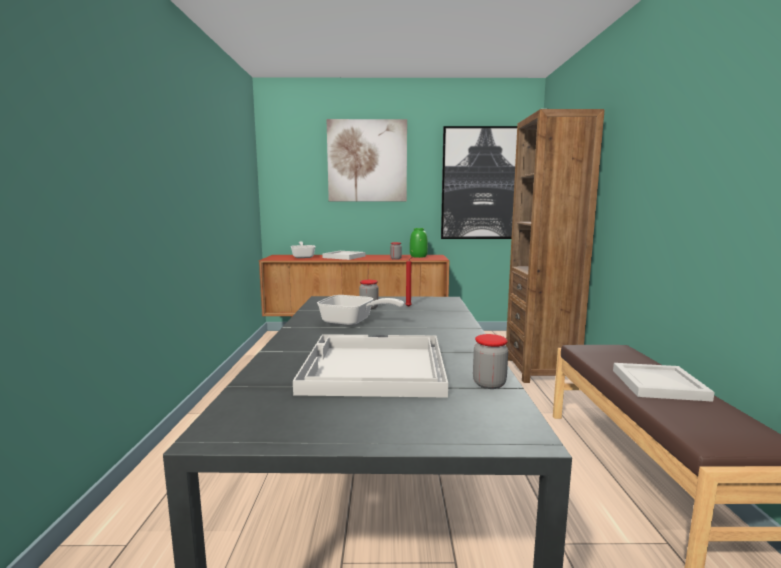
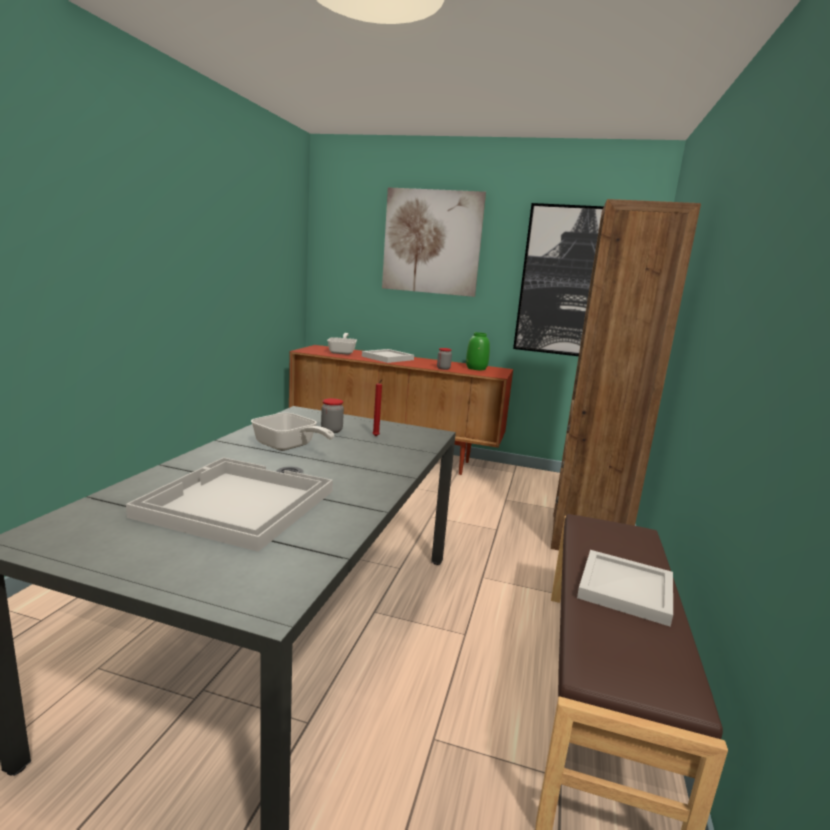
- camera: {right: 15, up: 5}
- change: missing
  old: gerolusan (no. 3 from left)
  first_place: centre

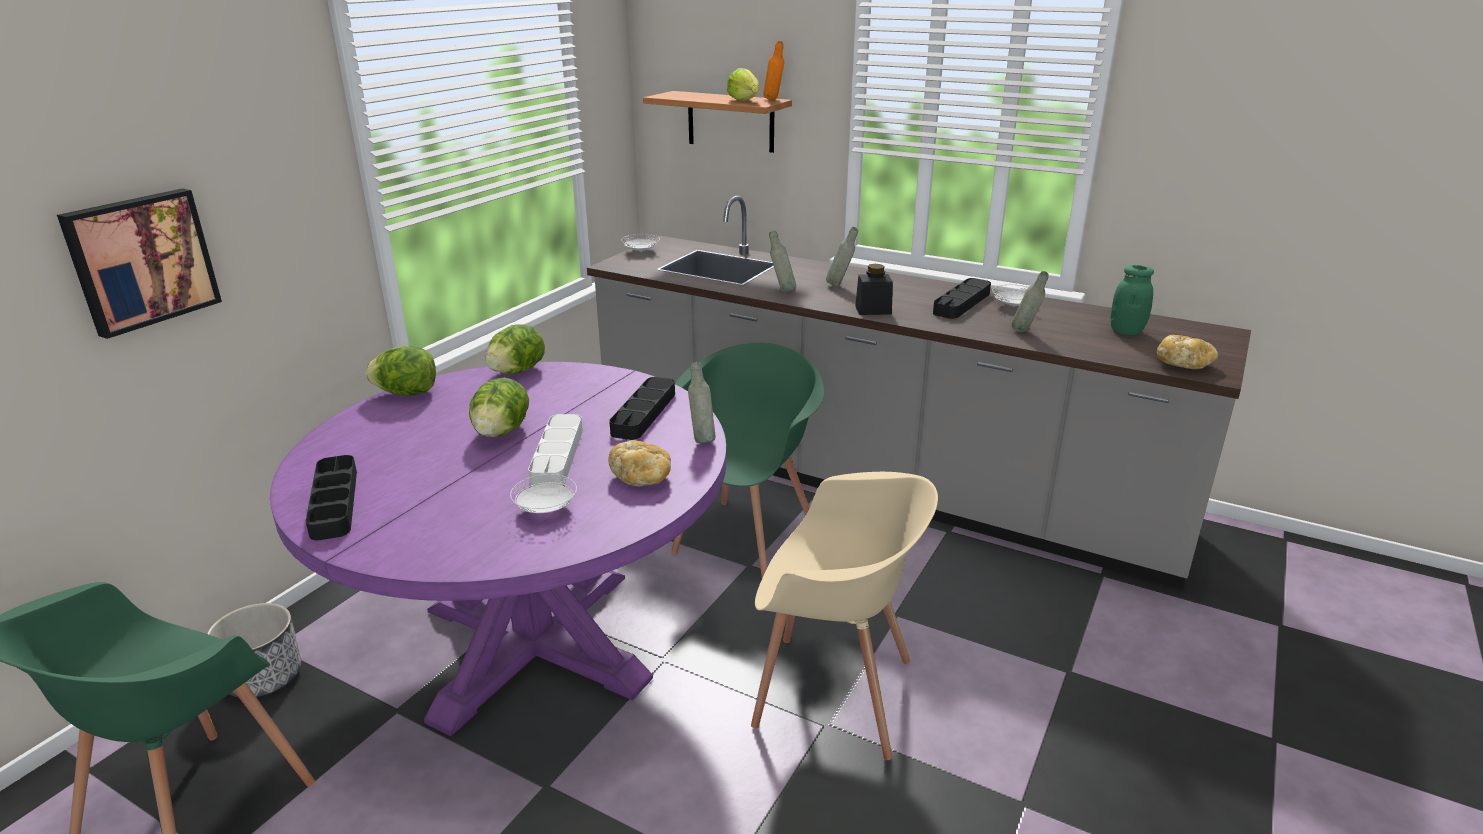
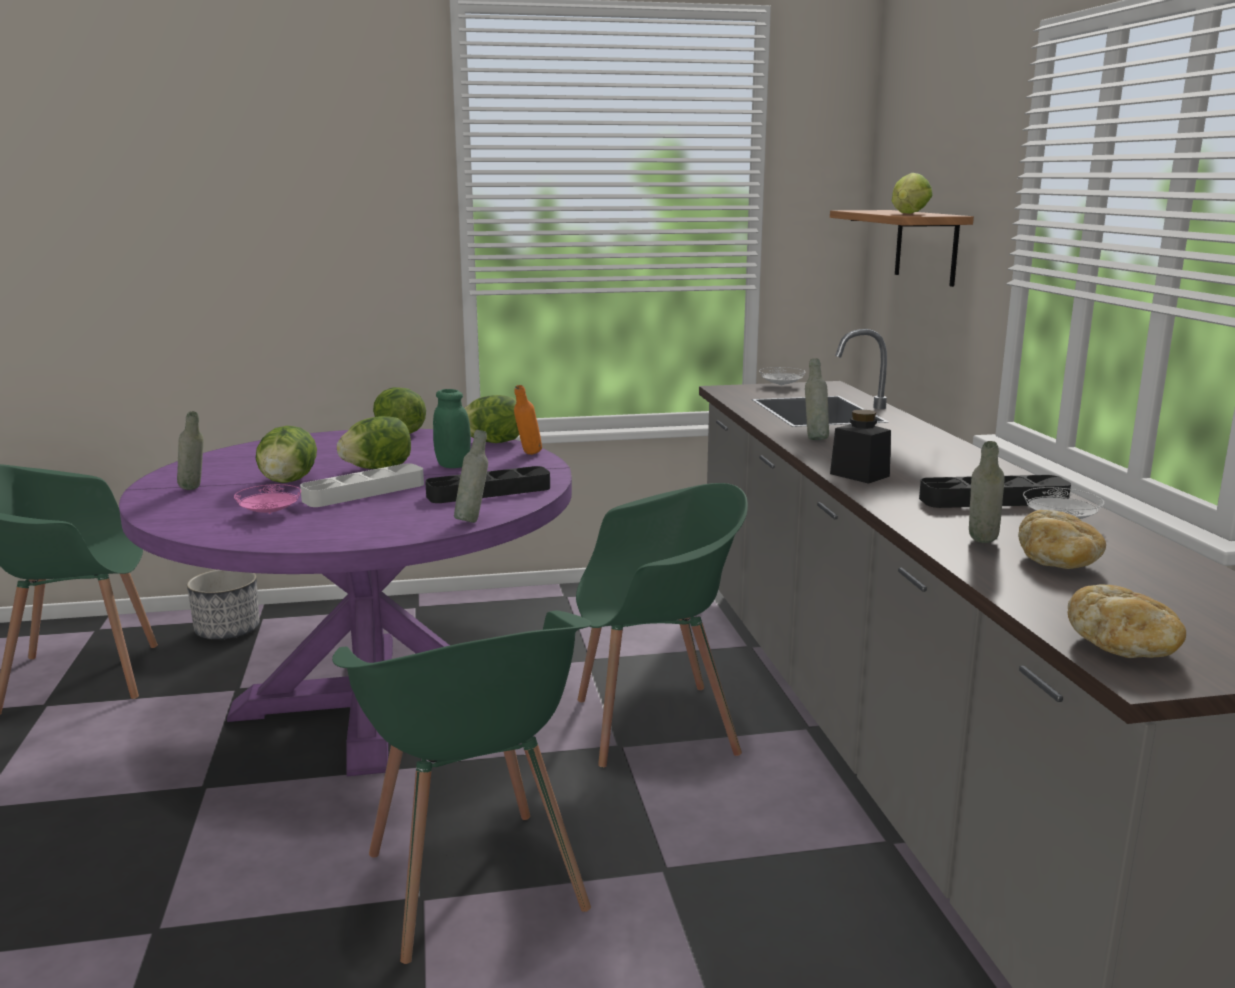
- camera: {right: 50, up: -10}
- change: missing
  old: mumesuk
  first_place: top left
- change: missing
  old: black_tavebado (no. 1 from left)
  first_place: middle left
- change: appeared
  new: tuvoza (no. 1 from left)
  second_place: middle left
- change: relocated
  old: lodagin (no. 1 from left)
  first_place: centre
  second_place: middle right
- change: relocated
  old: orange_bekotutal
  first_place: top centre
  second_place: centre
- change: relocated
  old: grey_bekotutal (no. 3 from left in the first image)
  new: grey_bekotutal (no. 1 from left)
  first_place: top centre
  second_place: middle left
- change: relocated
  old: green_gerolusan
  first_place: middle right
  second_place: centre
- change: colour
  old: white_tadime (no. 1 from left)
  new: pink_tadime
  first_place: centre
  second_place: middle left
- change: colour
  old: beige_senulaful
  new: green_senulaful (no. 2 from left)
  first_place: bottom centre
  second_place: bottom centre

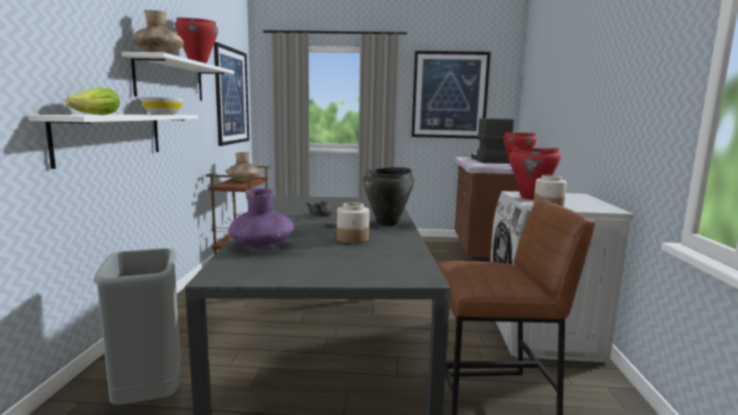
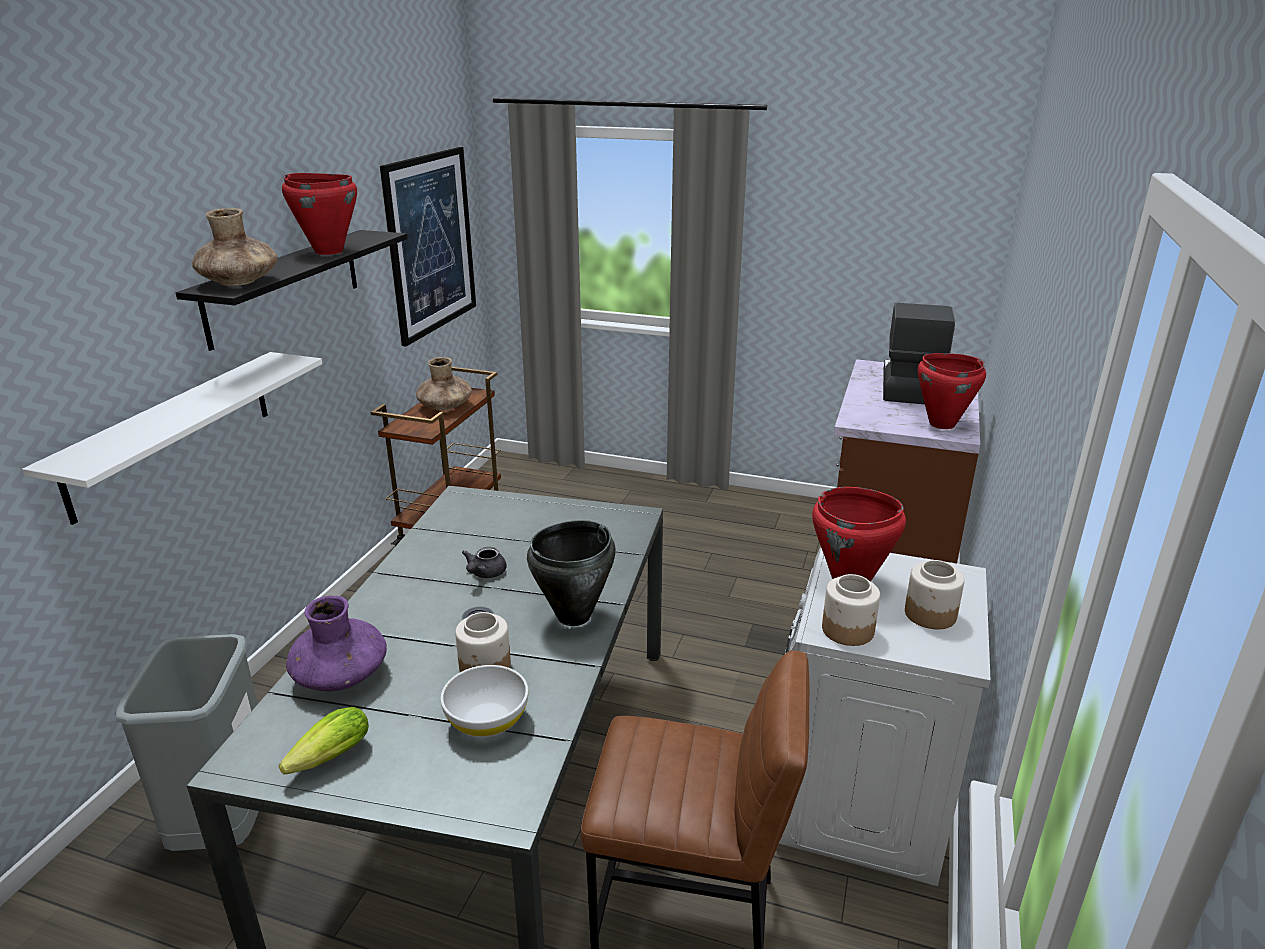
- camera: {right: 15, up: 15}
- change: missing
  old: mumesuk (no. 2 from left)
  first_place: top centre
- change: appeared
  new: gerolusan (no. 3 from left)
  second_place: middle right
- change: relocated
  old: tuvoza
  first_place: top left
  second_place: bottom left
- change: relocated
  old: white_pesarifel
  first_place: top left
  second_place: bottom centre
- change: colour
  old: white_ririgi (no. 2 from left)
  new: black_ririgi
  first_place: top left
  second_place: top left

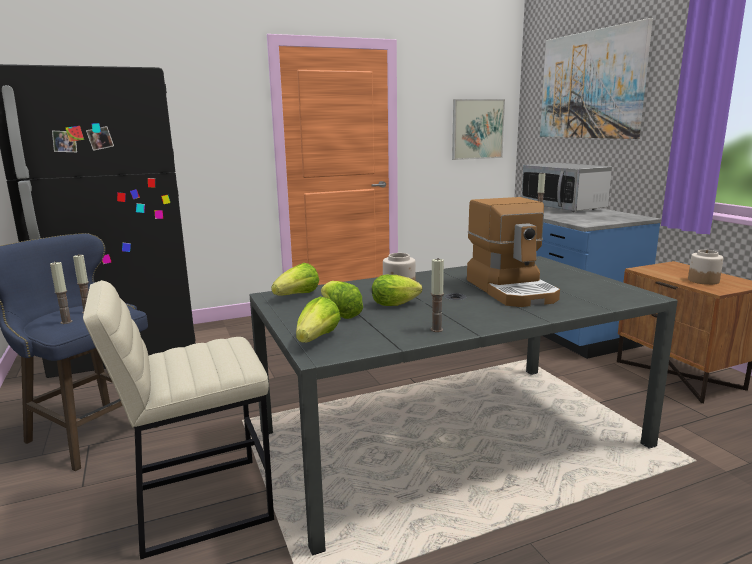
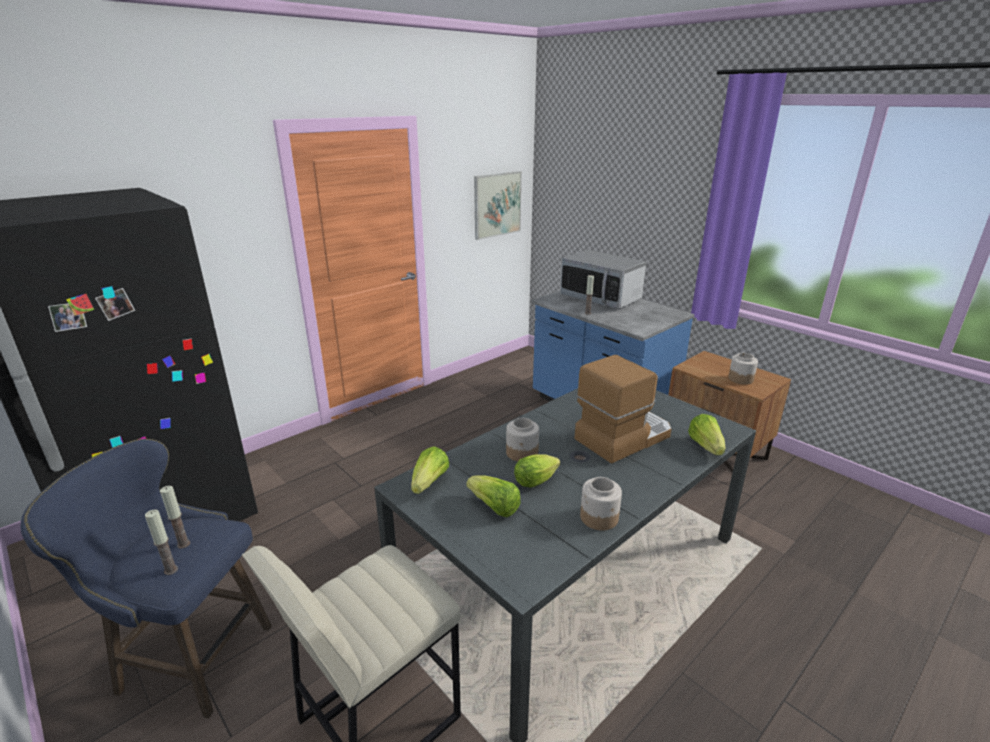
- camera: {right: -20, up: 10}
- change: missing
  old: mumesuk (no. 2 from left)
  first_place: top right
- change: relocated
  old: tuvoza (no. 2 from left in the first image)
  new: tuvoza (no. 4 from left)
  first_place: centre
  second_place: middle right
- change: exchanged
  old: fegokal (no. 3 from left)
  new: gerolusan (no. 2 from left)
  first_place: centre
  second_place: bottom centre
- change: spun
  old: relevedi
  first_place: middle right
  second_place: centre
  degrees: -90

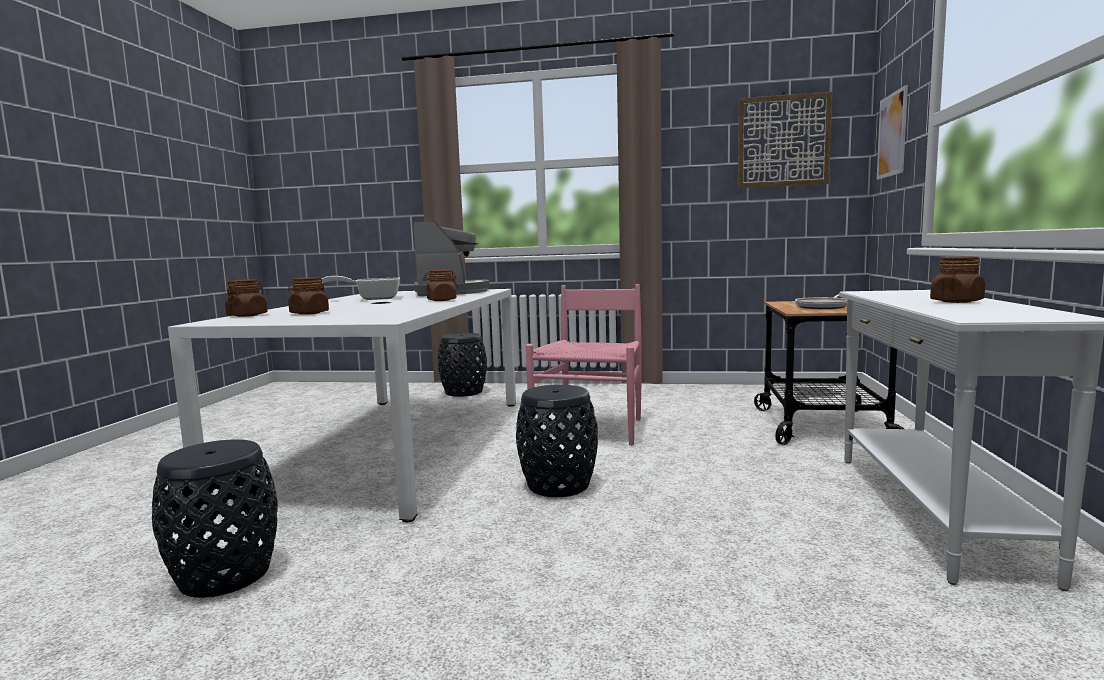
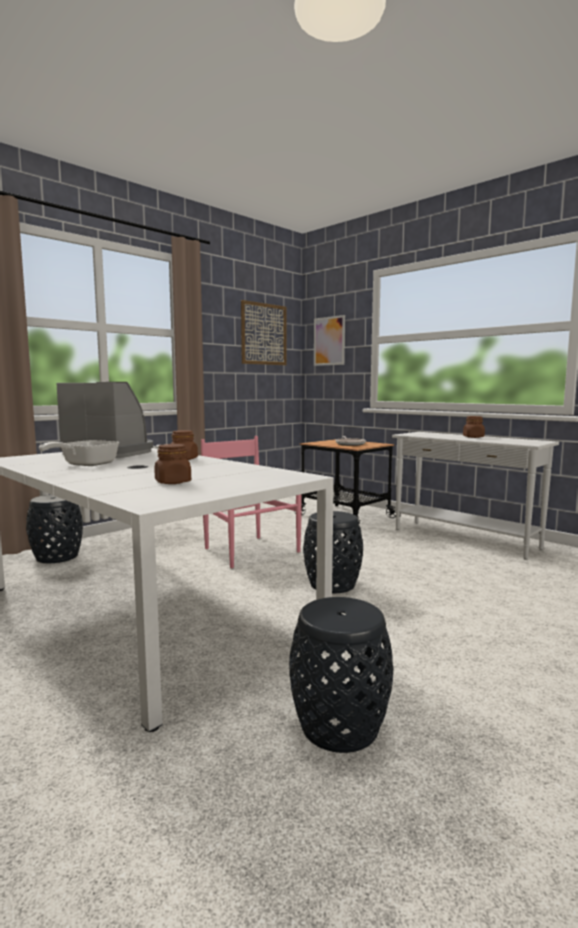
- camera: {right: -55, up: 0}
- change: missing
  old: brown_gerolusan (no. 1 from left)
  first_place: middle left

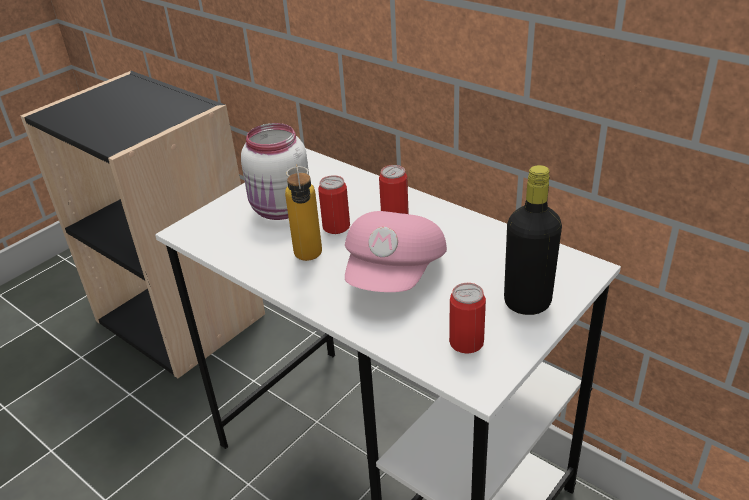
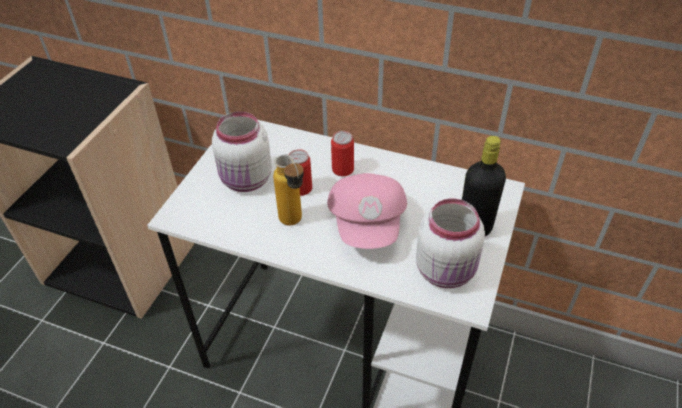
- camera: {right: -20, up: 10}
- change: exchanged
  old: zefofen (no. 3 from left)
  new: white_gerolusan (no. 2 from left)
  first_place: centre
  second_place: centre

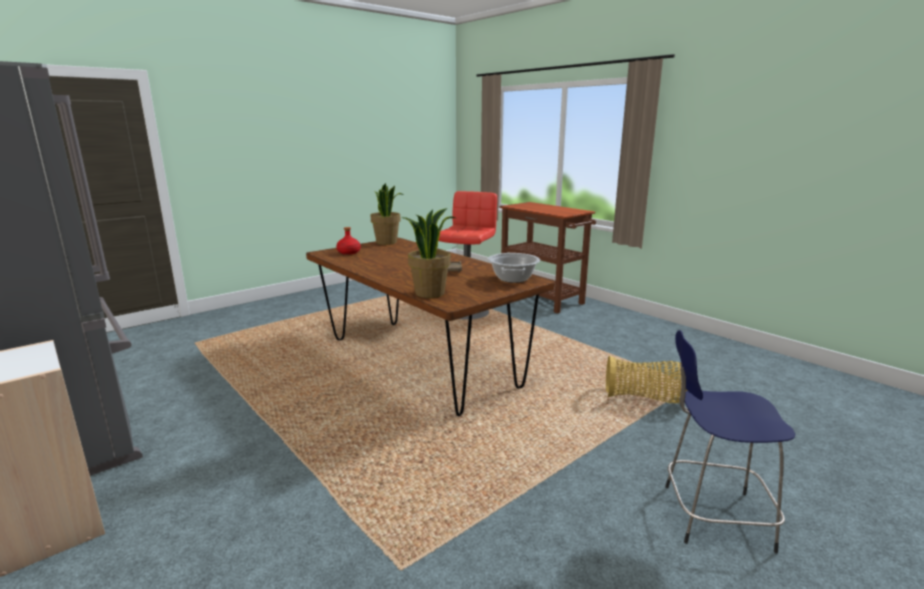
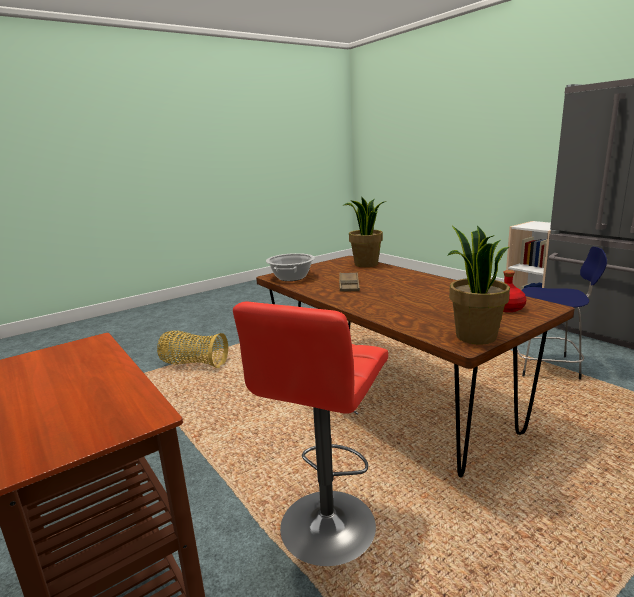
- camera: {right: -175, up: 0}
- change: relocated
  old: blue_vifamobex
  first_place: bottom right
  second_place: middle right

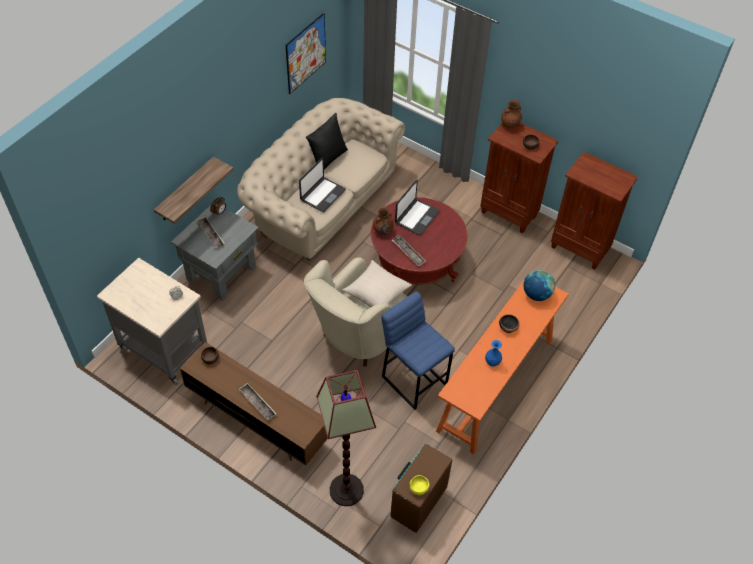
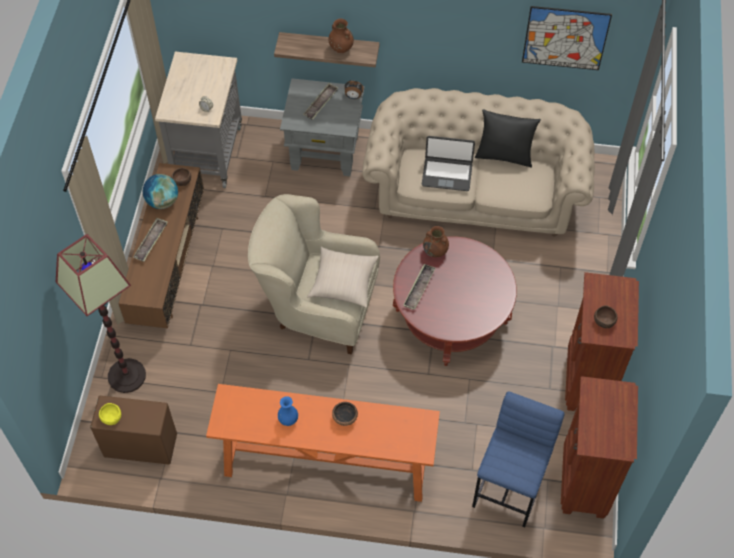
- camera: {right: 65, up: 5}
- change: missing
  old: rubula (no. 2 from left)
  first_place: centre
- change: relocated
  old: blue_vifamobex
  first_place: centre
  second_place: bottom right
- change: relocated
  old: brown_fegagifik (no. 2 from left in the first image)
  new: brown_fegagifik (no. 1 from left)
  first_place: top right
  second_place: top centre
- change: relocated
  old: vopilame
  first_place: middle right
  second_place: middle left

